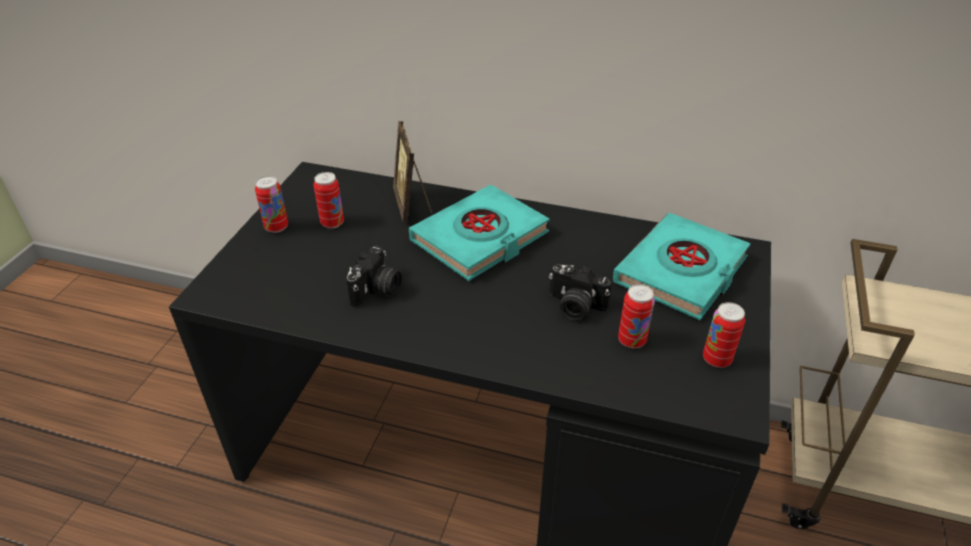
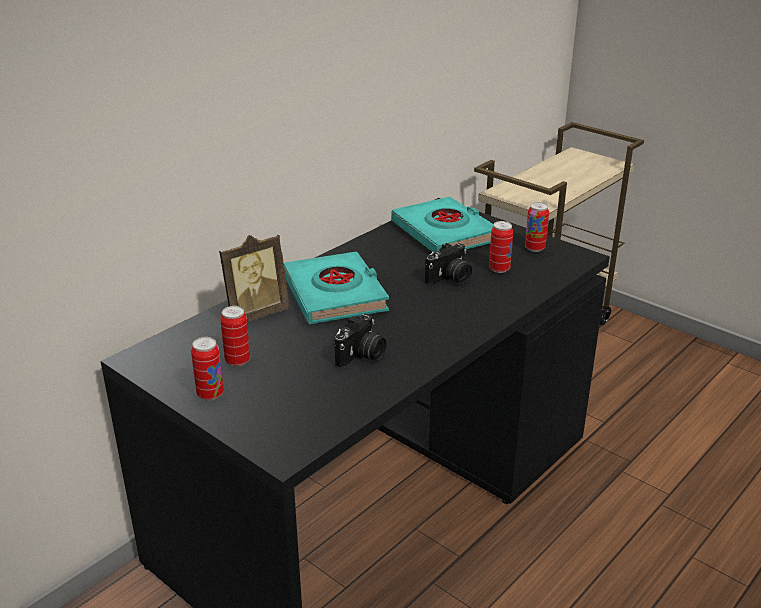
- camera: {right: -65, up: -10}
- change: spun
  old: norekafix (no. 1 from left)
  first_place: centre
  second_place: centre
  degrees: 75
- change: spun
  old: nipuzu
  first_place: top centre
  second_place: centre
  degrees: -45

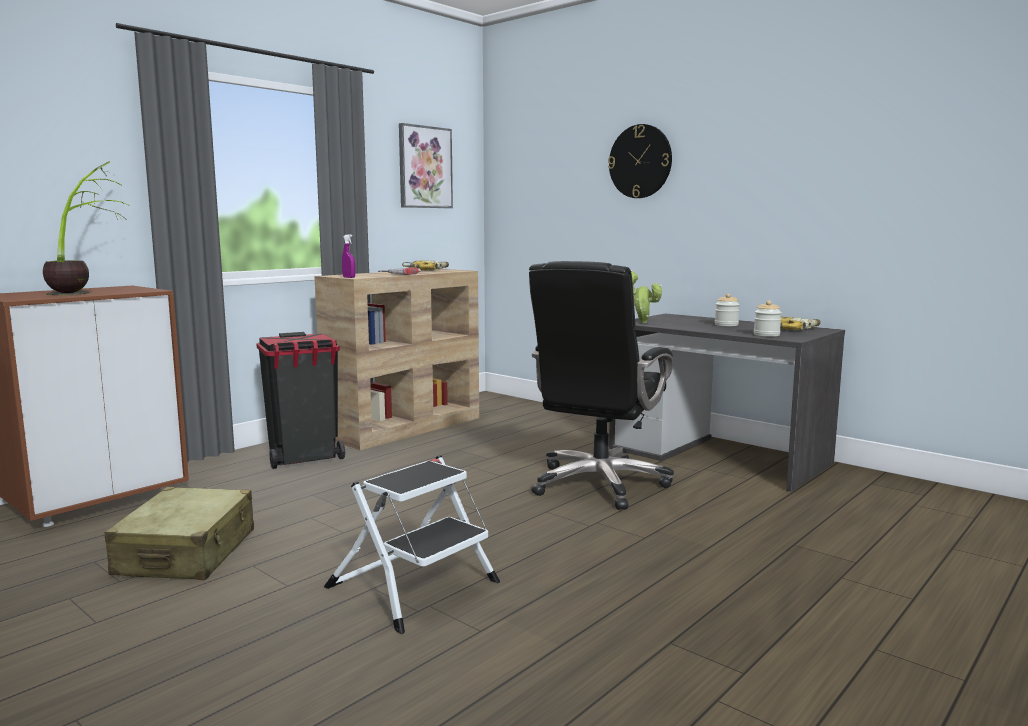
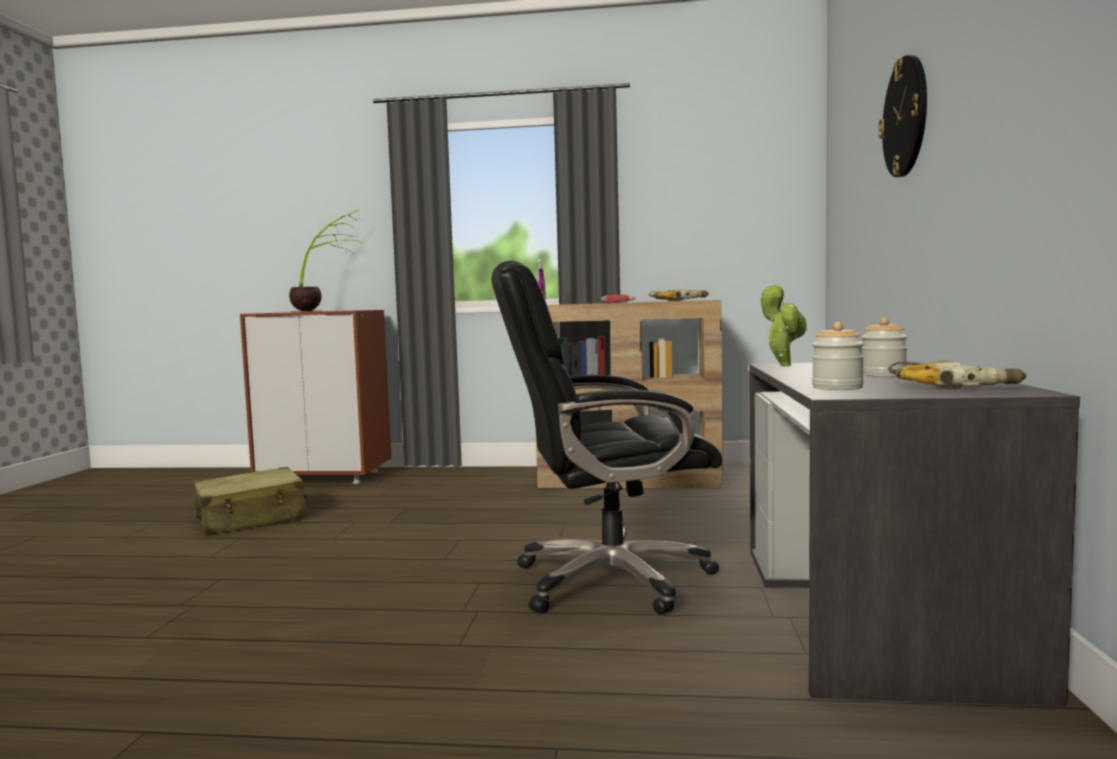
- camera: {right: 55, up: -5}
- change: missing
  old: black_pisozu
  first_place: middle left
- change: missing
  old: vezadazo
  first_place: bottom centre
- change: missing
  old: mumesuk
  first_place: top centre

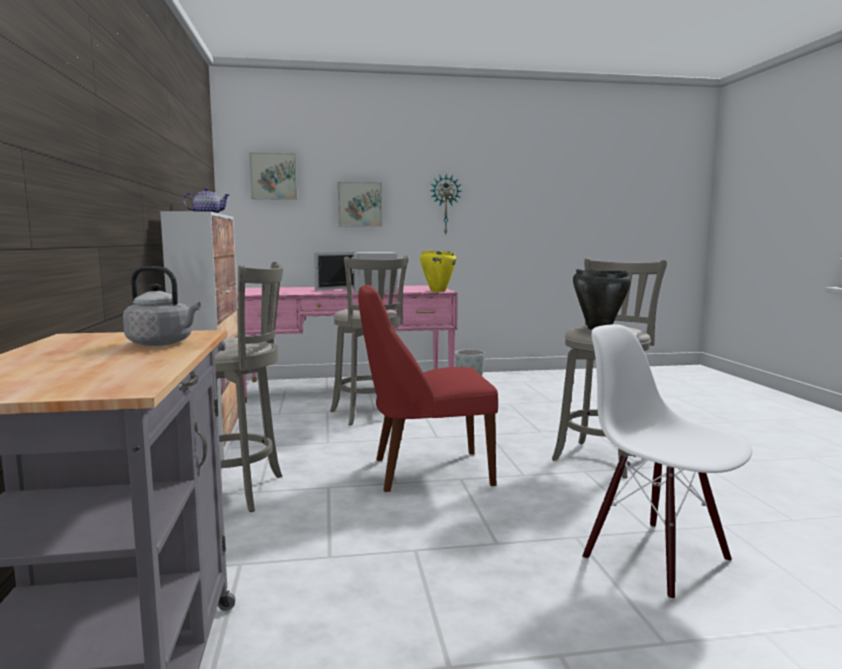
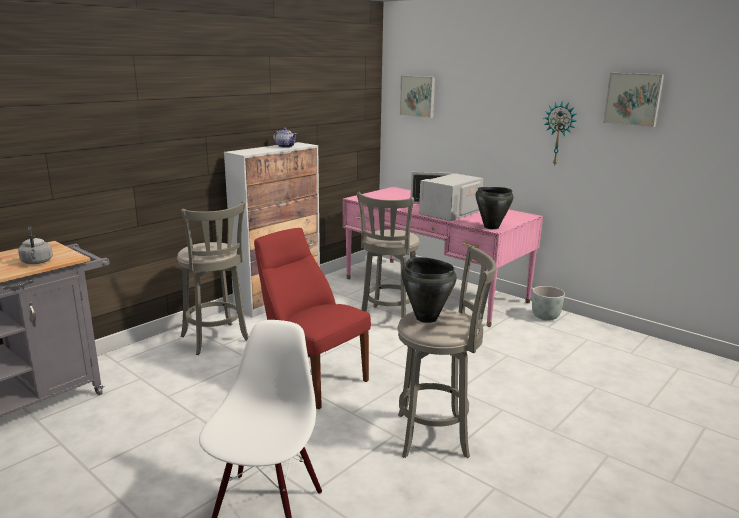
- camera: {right: 50, up: 10}
- change: relocated
  old: mumesuk (no. 2 from left)
  first_place: top centre
  second_place: top right
- change: colour
  old: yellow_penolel
  new: black_penolel (no. 2 from left)
  first_place: centre
  second_place: middle right

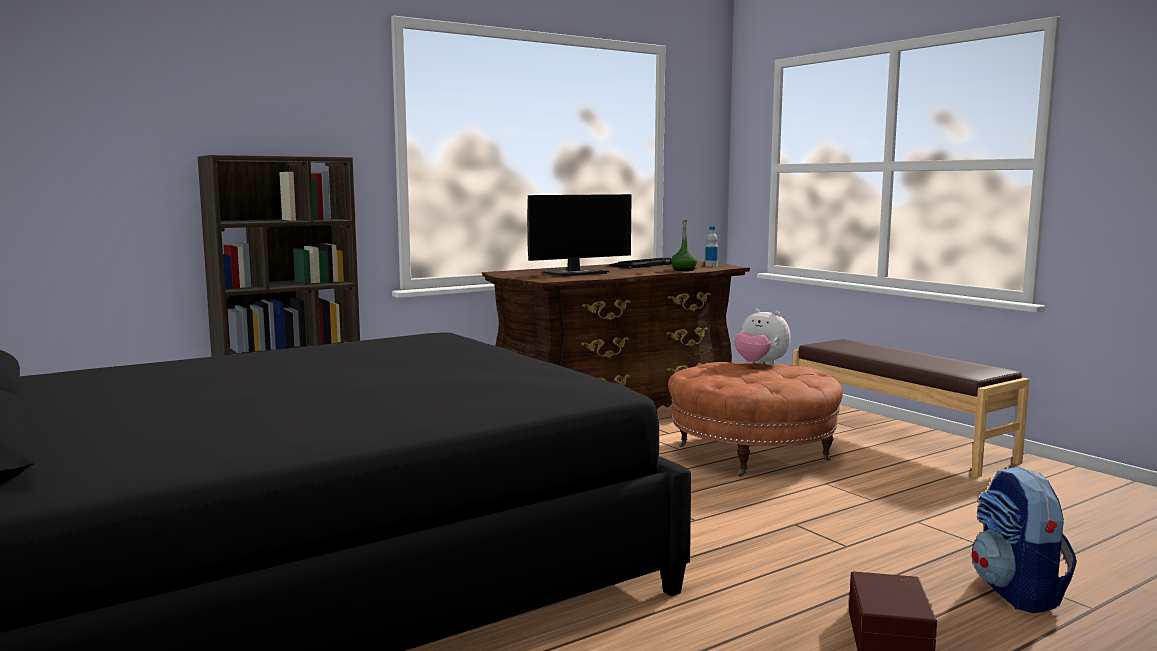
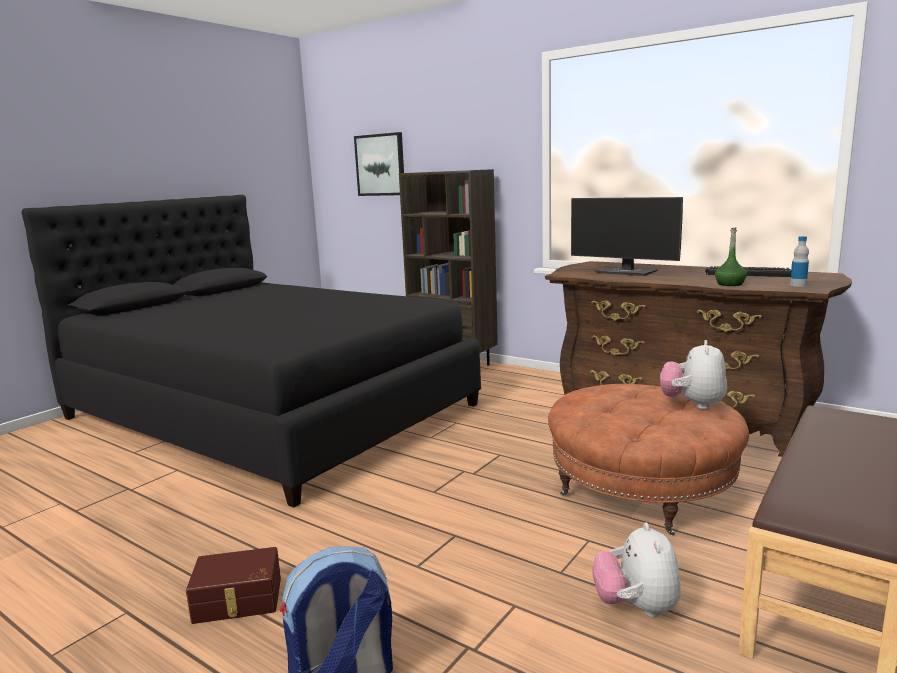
- camera: {right: 70, up: 5}
- change: appeared
  new: mumesuk
  second_place: top centre
- change: appeared
  new: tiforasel (no. 1 from left)
  second_place: bottom right

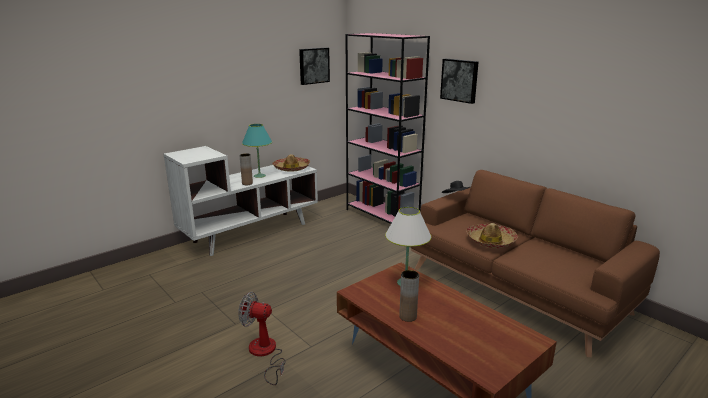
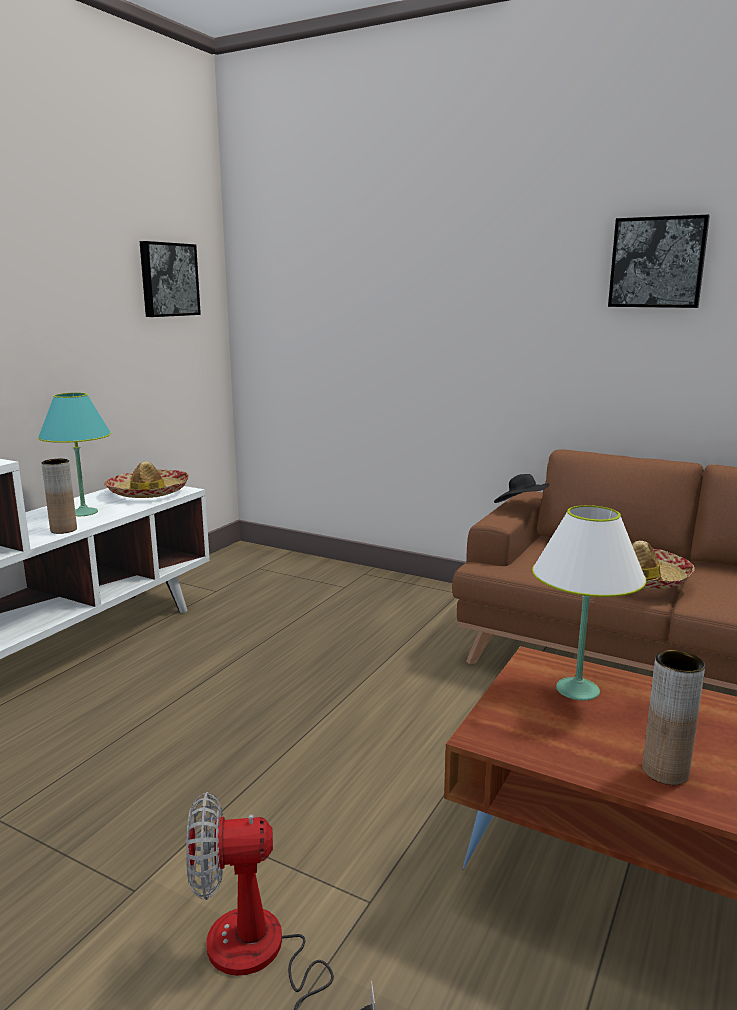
- camera: {right: -20, up: -5}
- change: missing
  old: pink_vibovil
  first_place: top centre
- change: relocated
  old: mumesuk (no. 2 from left)
  first_place: top centre
  second_place: top right

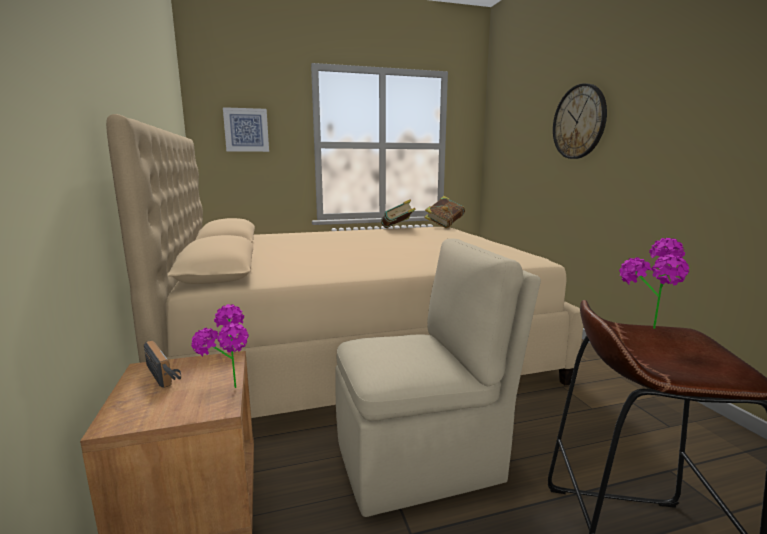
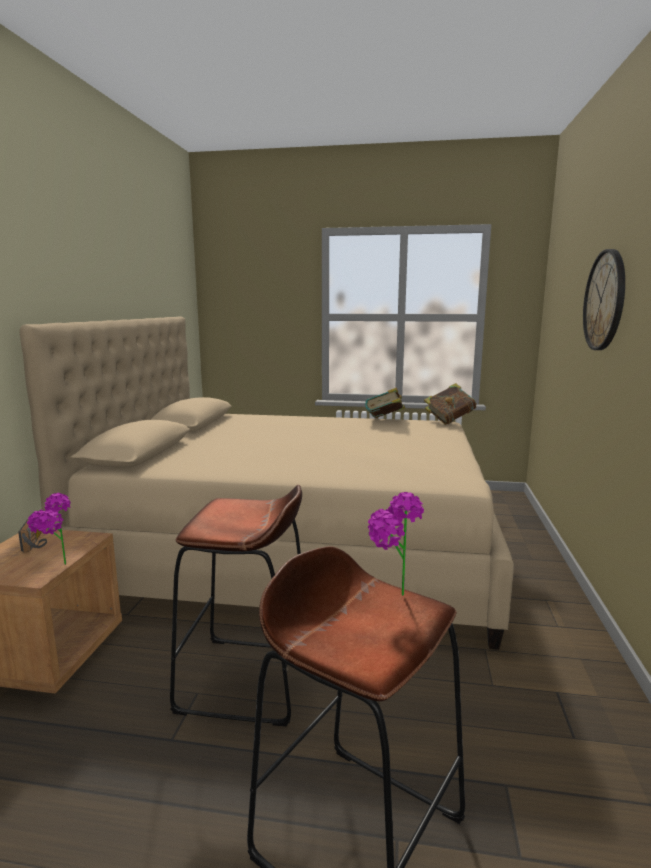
- camera: {right: 25, up: 0}
- change: missing
  old: mumesuk
  first_place: top left
- change: exchanged
  old: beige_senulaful
  new: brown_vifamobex (no. 1 from left)
  first_place: bottom centre
  second_place: bottom centre

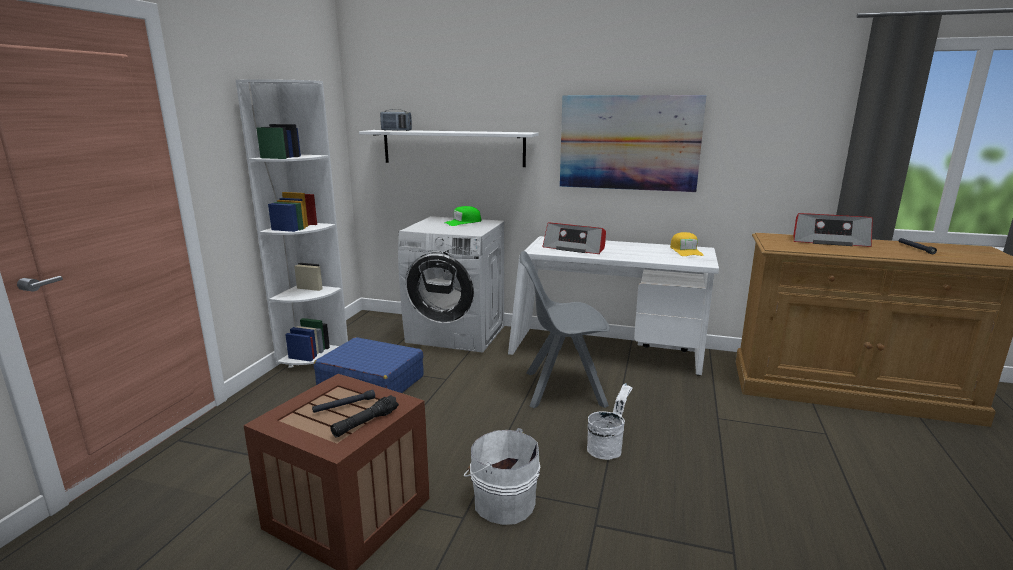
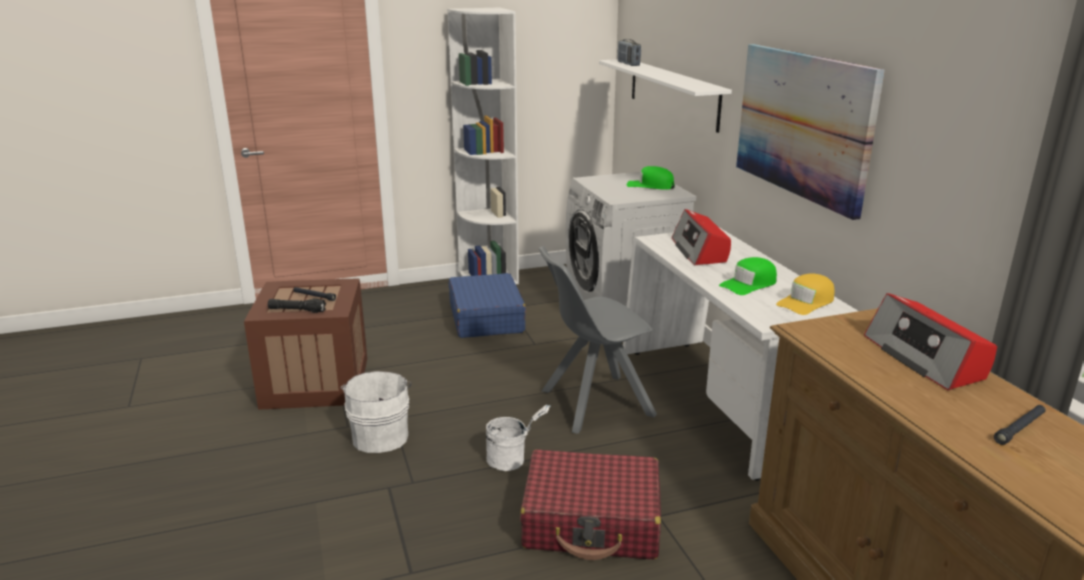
- camera: {right: 55, up: 5}
- change: appeared
  new: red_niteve
  second_place: bottom centre
- change: appeared
  new: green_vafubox (no. 2 from left)
  second_place: middle right
- change: spun
  old: grey_senulaful
  first_place: centre
  second_place: centre
  degrees: -75

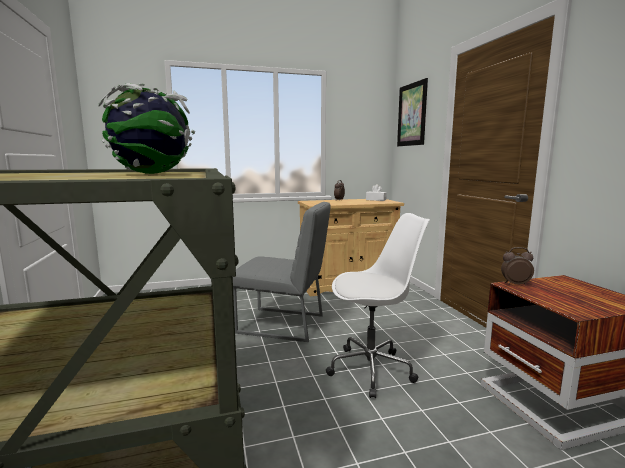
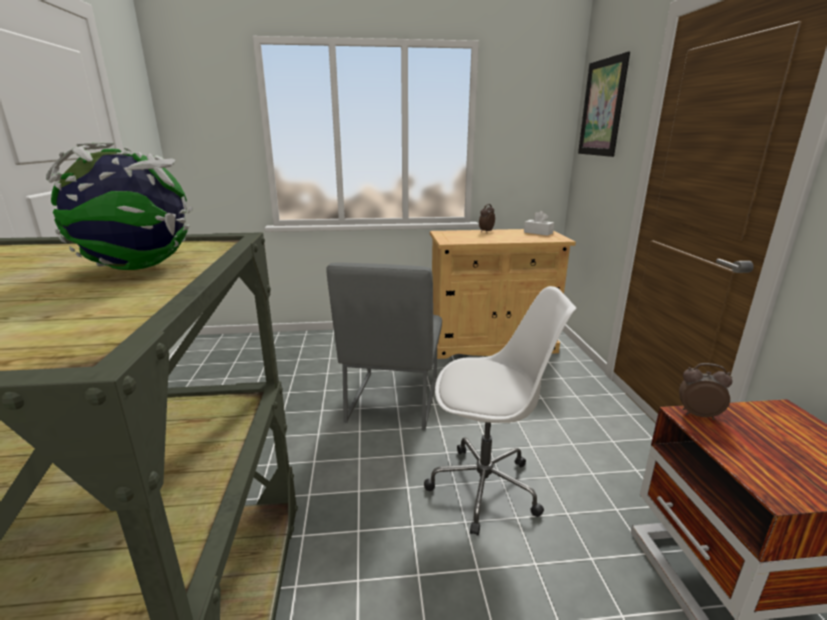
- camera: {right: 10, up: 10}
- change: spun
  old: grey_senulaful
  first_place: centre
  second_place: centre
  degrees: 75

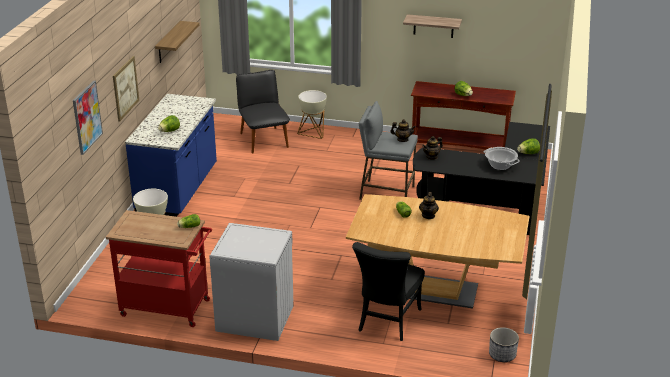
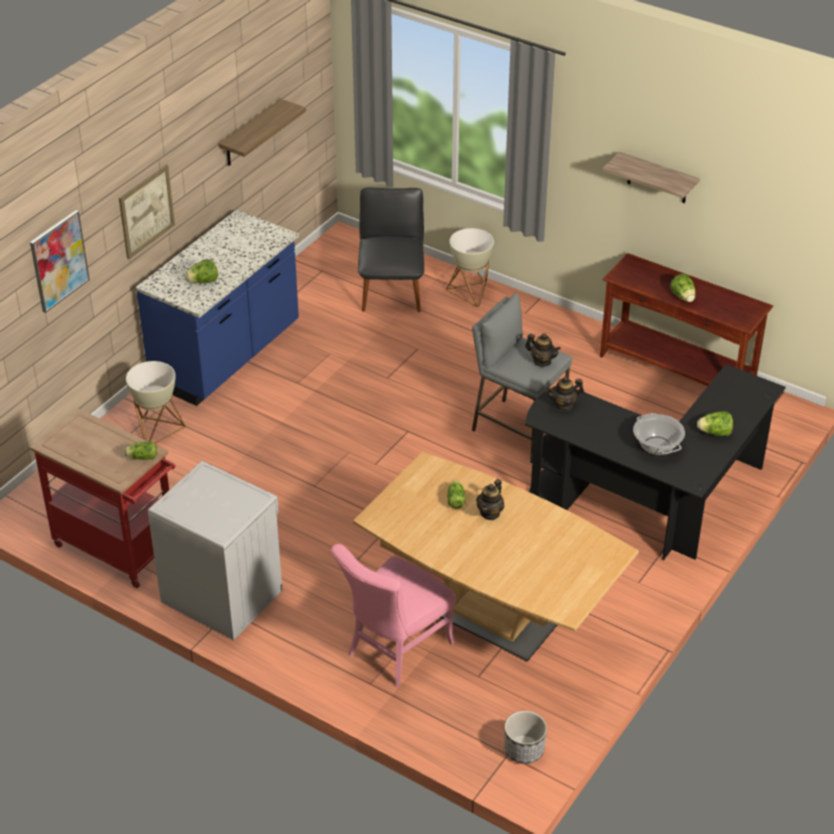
- camera: {right: 20, up: 10}
- change: colour
  old: black_senulaful (no. 2 from left)
  new: pink_senulaful
  first_place: bottom centre
  second_place: bottom centre

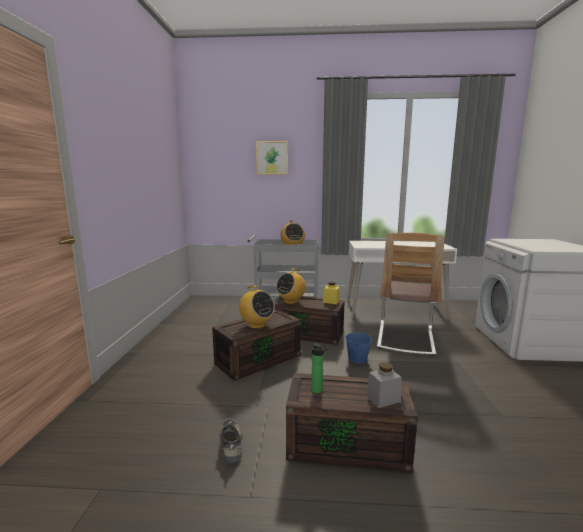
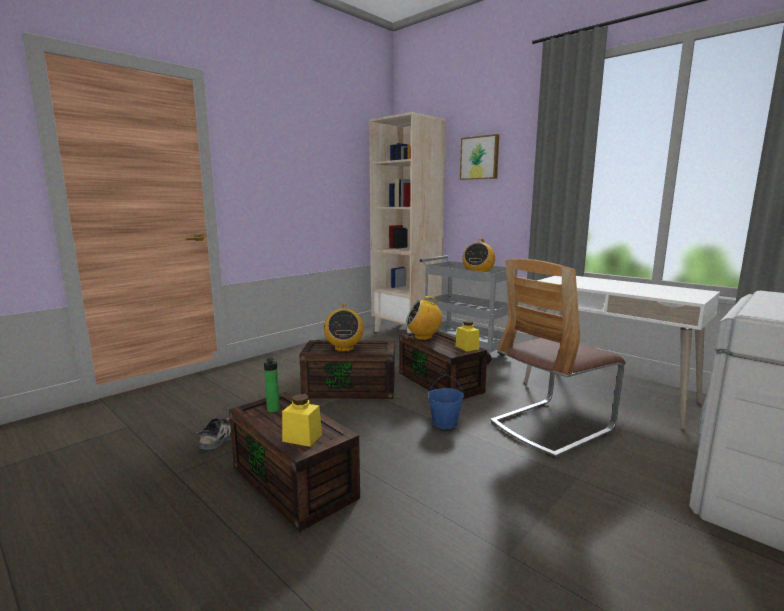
- camera: {right: 40, up: 0}
- change: appeared
  new: beige_vibovil
  second_place: centre
- change: colour
  old: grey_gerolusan
  new: yellow_gerolusan (no. 1 from left)
  first_place: bottom centre
  second_place: bottom centre

